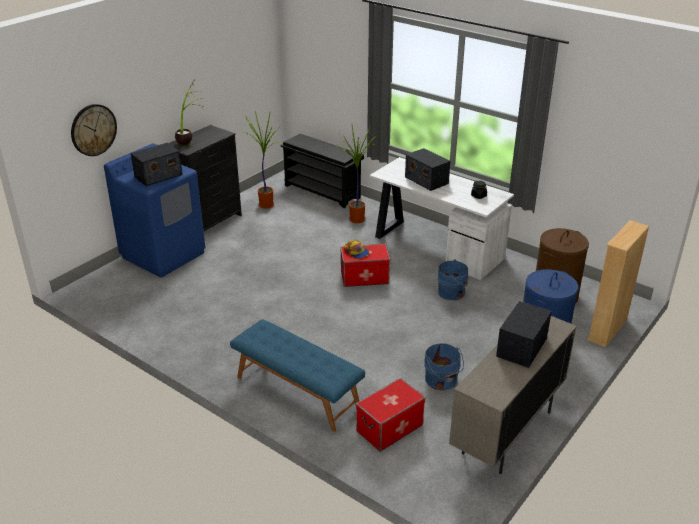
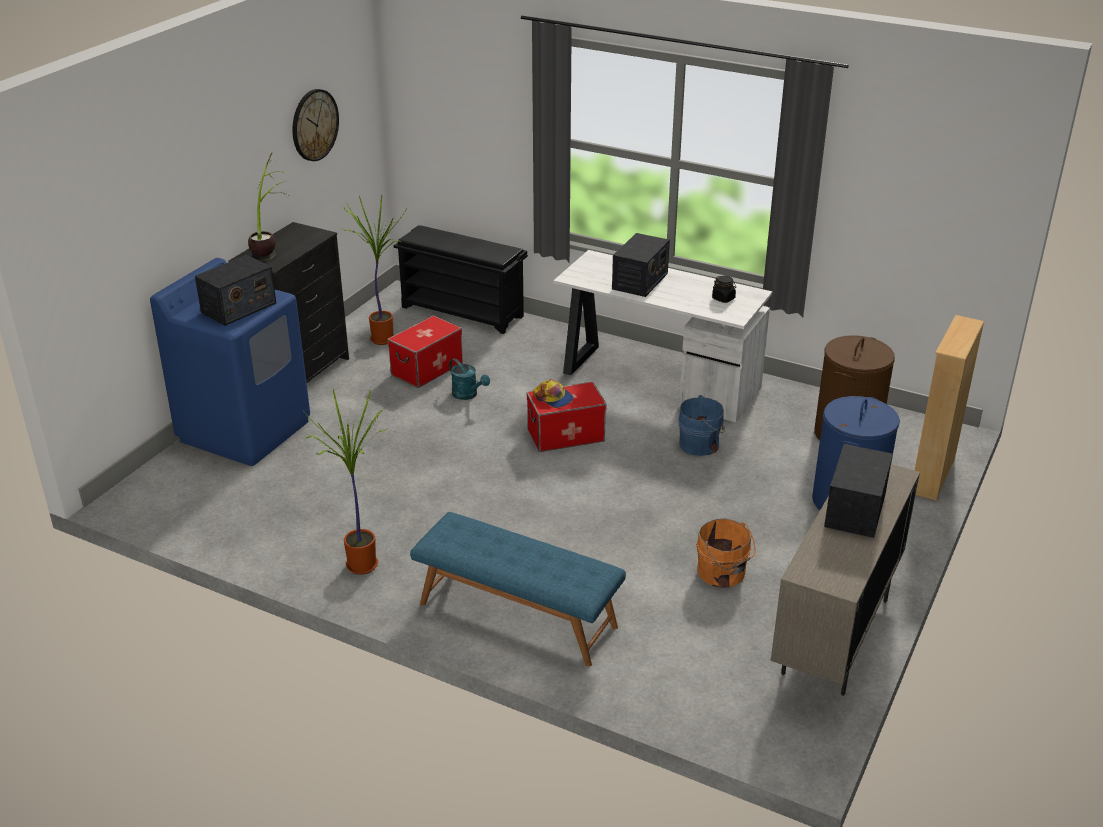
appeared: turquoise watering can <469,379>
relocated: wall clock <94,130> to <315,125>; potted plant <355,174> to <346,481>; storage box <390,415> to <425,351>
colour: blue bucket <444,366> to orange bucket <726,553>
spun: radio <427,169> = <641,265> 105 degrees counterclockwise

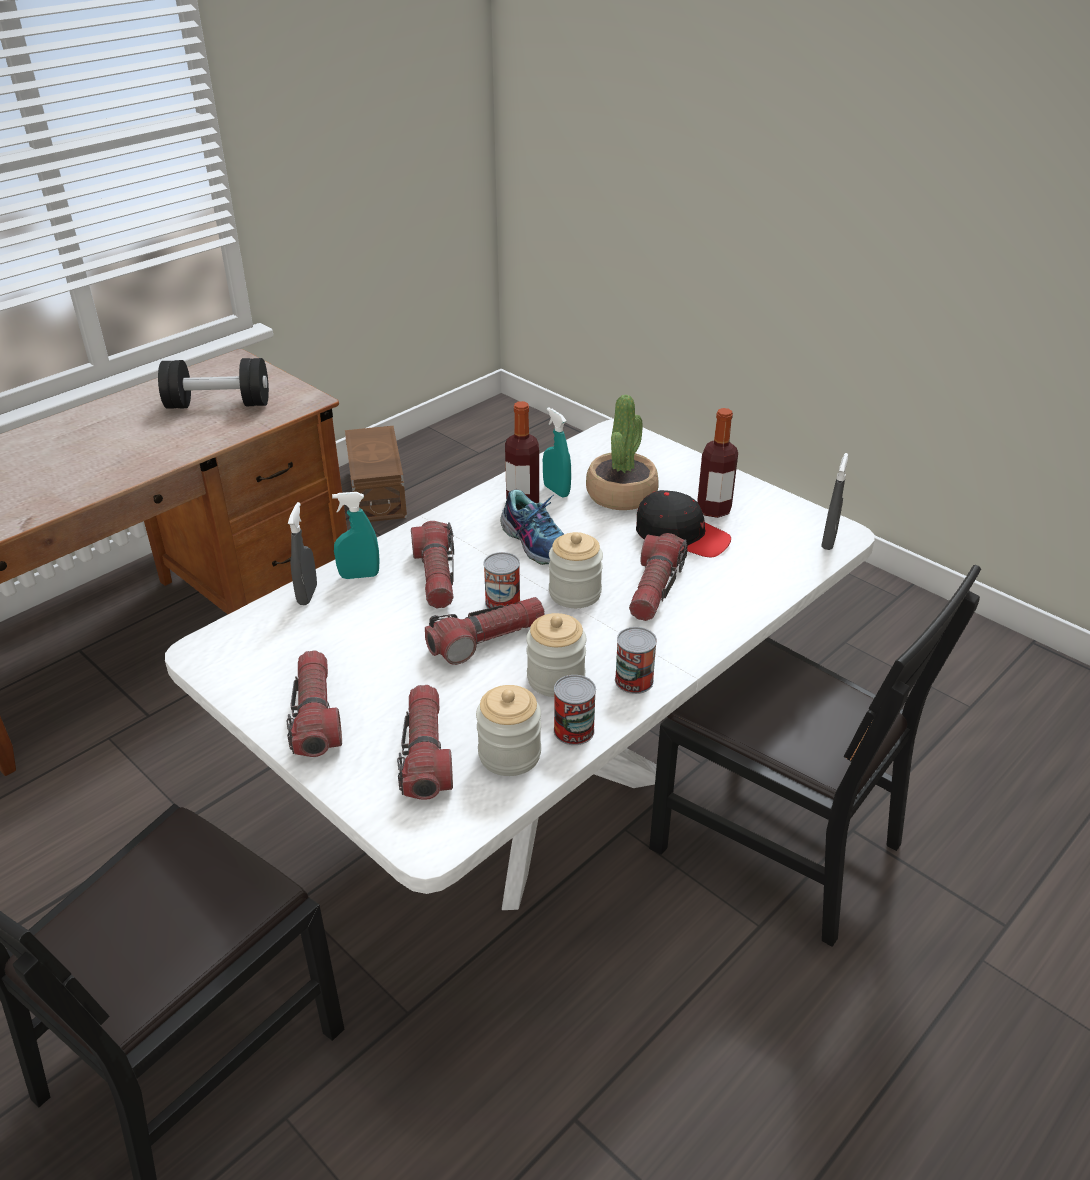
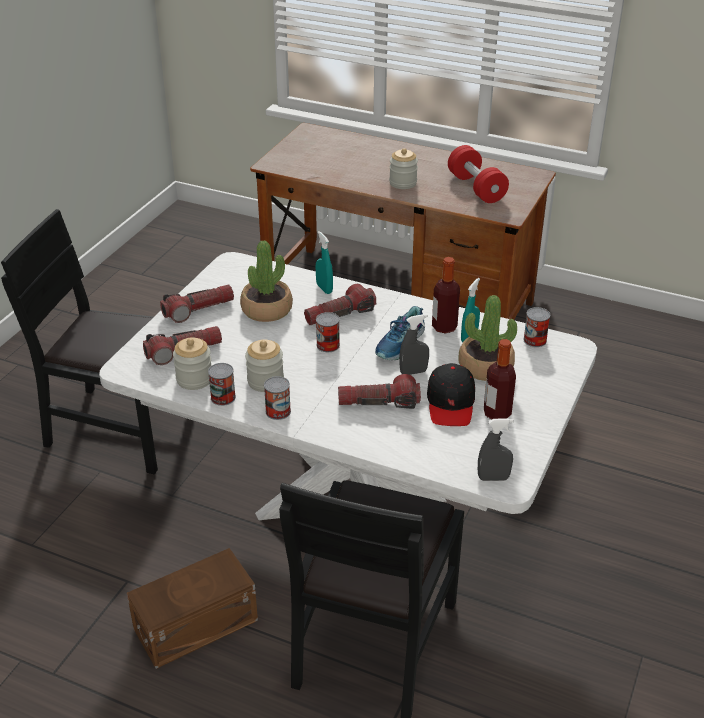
missing: flashlight <485,631>
appeared: potted plant <266,281>; can <536,327>
relocated: grey spray bottle <302,553> to <414,344>; brown storage box <376,474> to <192,608>; jar <576,570> to <403,168>
colour: black dumbbell <213,383> to red dumbbell <478,174>

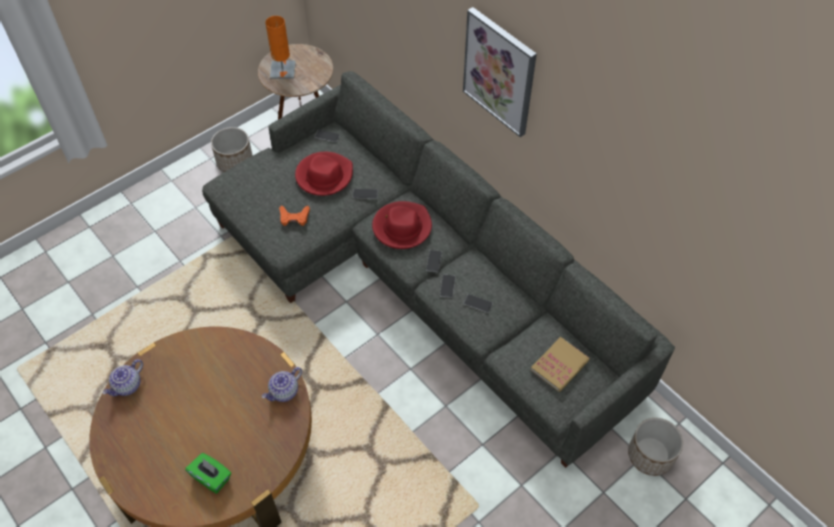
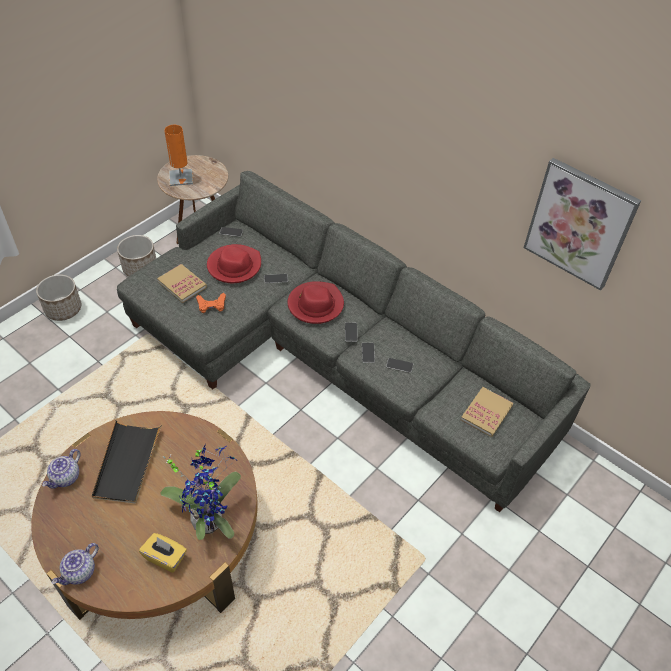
appeared: black tray <126,461>; book <182,283>; potted plant <201,492>
relocated: teapot <282,384> to <75,564>; picture <500,72> to <582,224>; planter <655,447> to <59,297>
colour: green tissue box <208,473> to yellow tissue box <163,553>

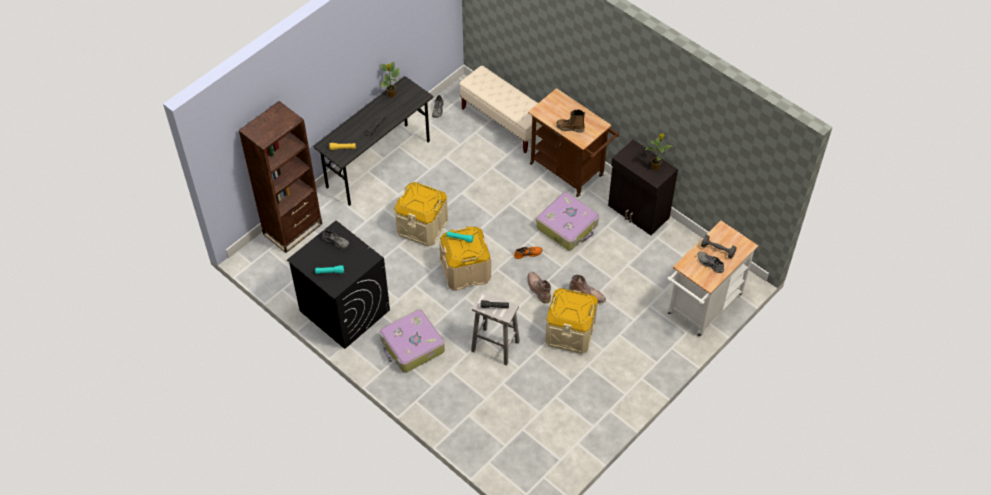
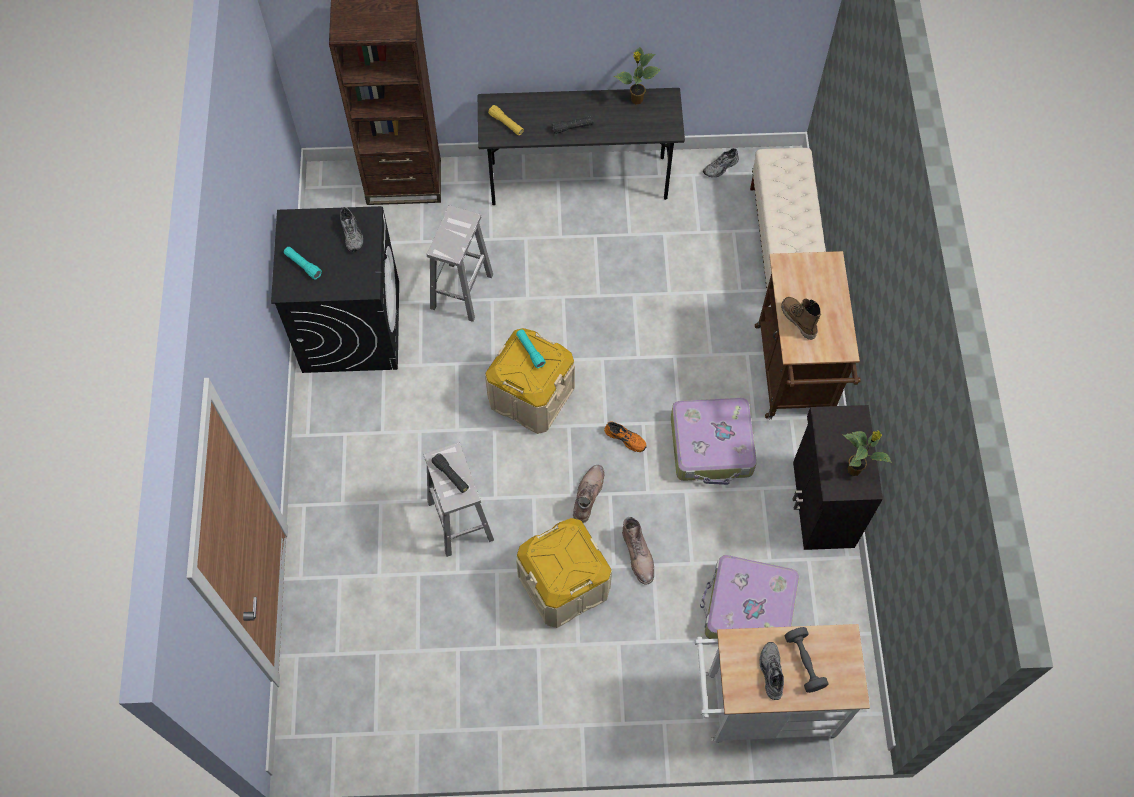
missing: beige storage box <421,214>
appeared: white stool <460,263>
relocated: suitcase <412,341> to <749,597>

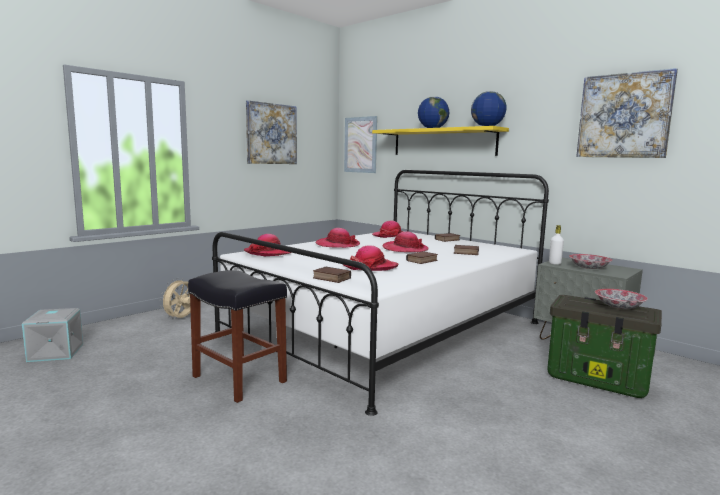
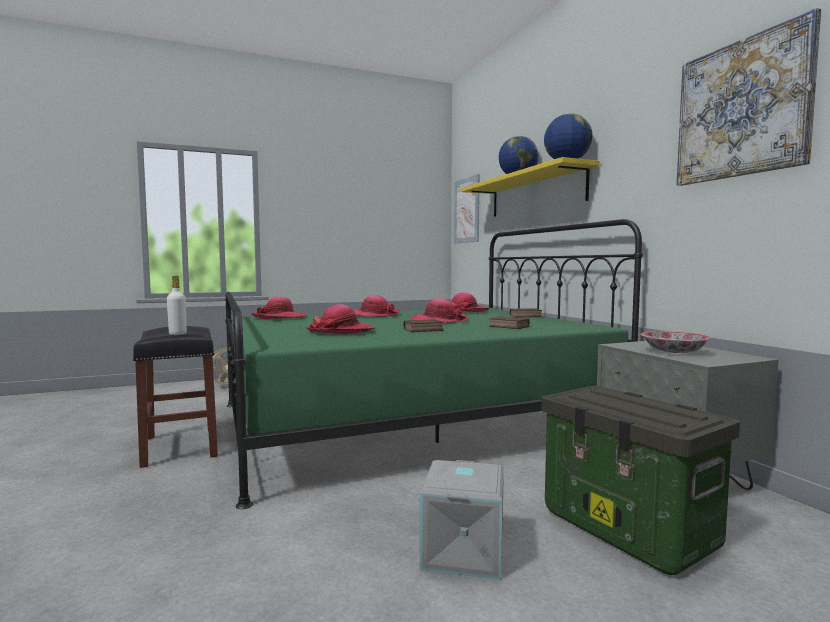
missing: picture <271,132>; book <332,275>; bowl <621,299>
relocated: grey storage box <52,335> to <462,520>; white bottle <556,245> to <177,305>
colour: white bed <380,293> to green bed <434,364>

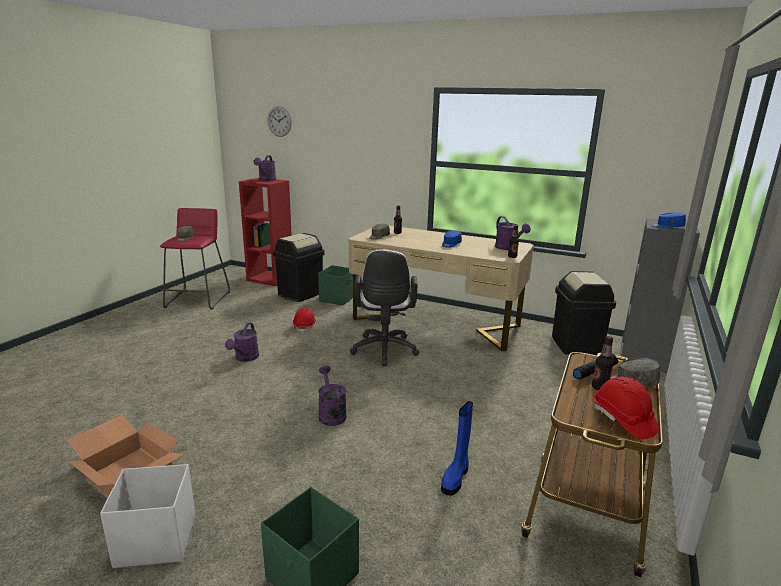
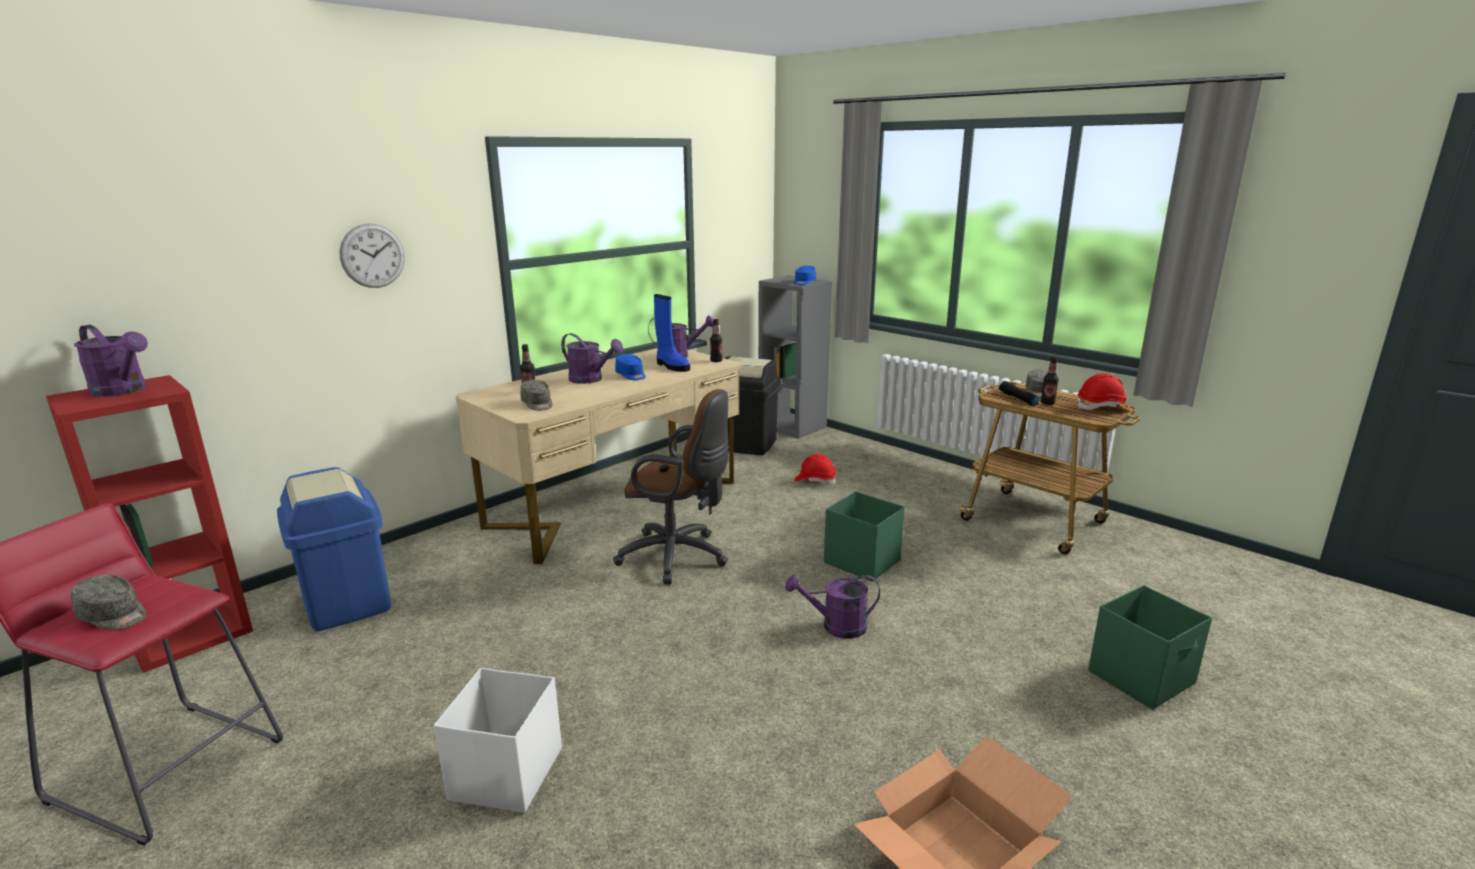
relocated: white storage box <147,516> to <498,740>; purple watering can <242,342> to <592,358>; wall clock <279,121> to <372,255>; red hard hat <304,320> to <815,469>; green storage box <335,285> to <864,536>; blue boot <457,448> to <672,333>
colour: black trash can <299,267> to blue trash can <334,549>; white office chair <384,307> to brown office chair <671,486>

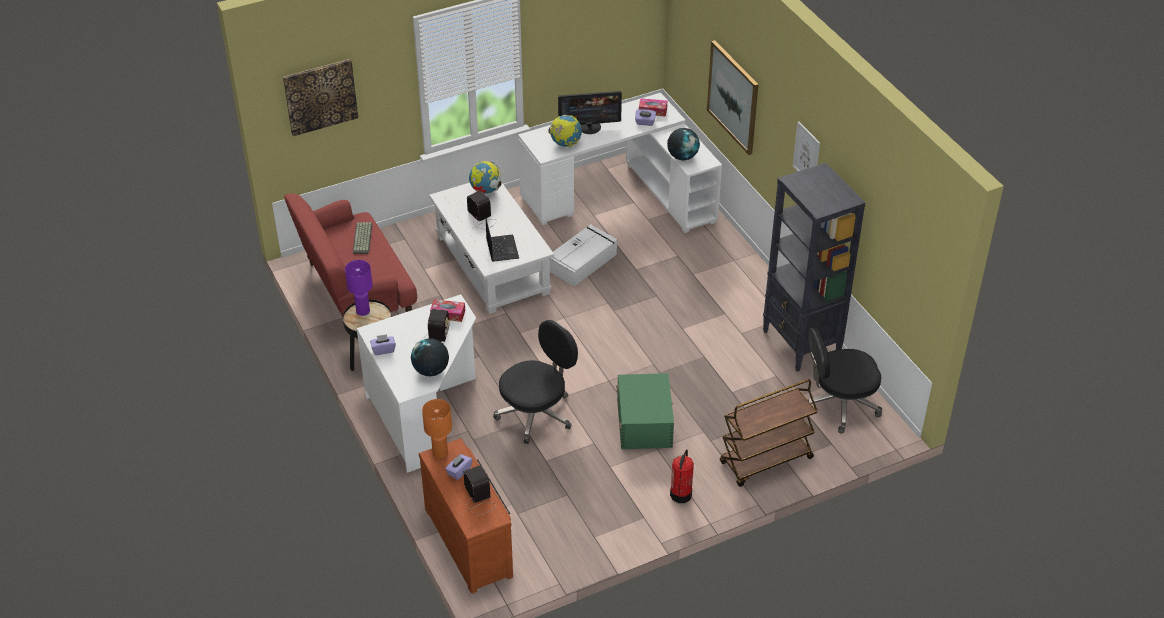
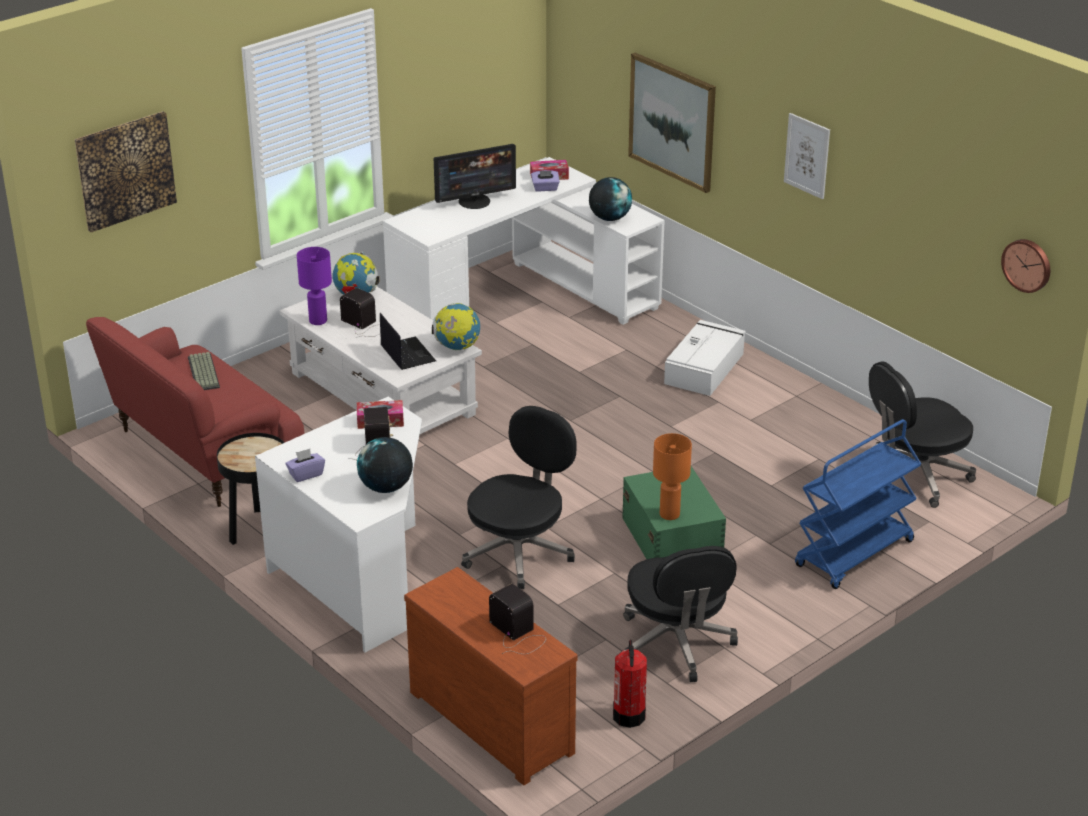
missing: purple tissue box <458,467>; black bookcase <814,267>
appeared: black office chair <680,614>; wall clock <1025,266>
relocated: purple table lamp <359,288> to <314,286>; orange table lamp <437,429> to <672,476>; globe <565,131> to <456,326>; white storage box <584,255> to <705,358>; fire extinguisher <682,476> to <630,684>
colour: brown cart <769,433> to blue cart <858,504>

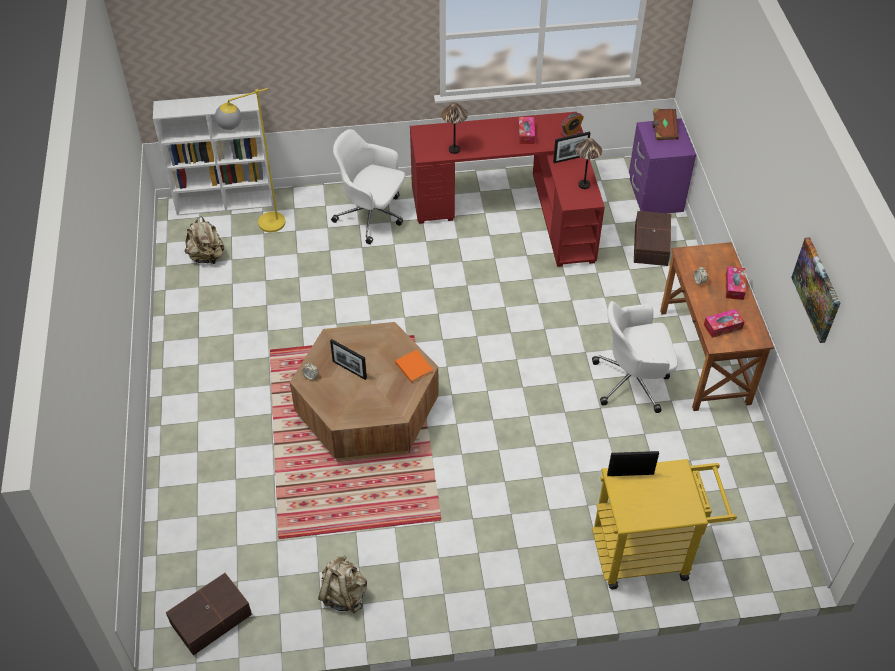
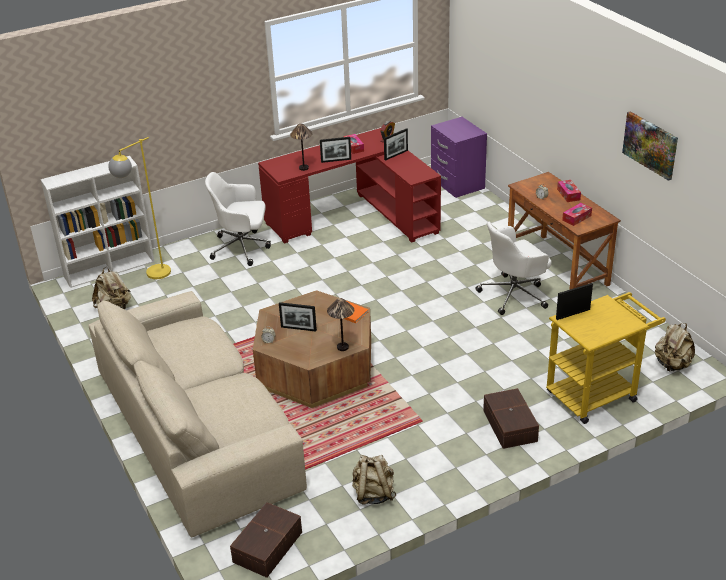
missing: brown book <665,124>
appeared: beige sofa <197,414>; picture frame <335,150>; beige backpack <675,347>
relocated: table lamp <588,163> to <340,324>; brown storage box <652,238> to <511,418>

